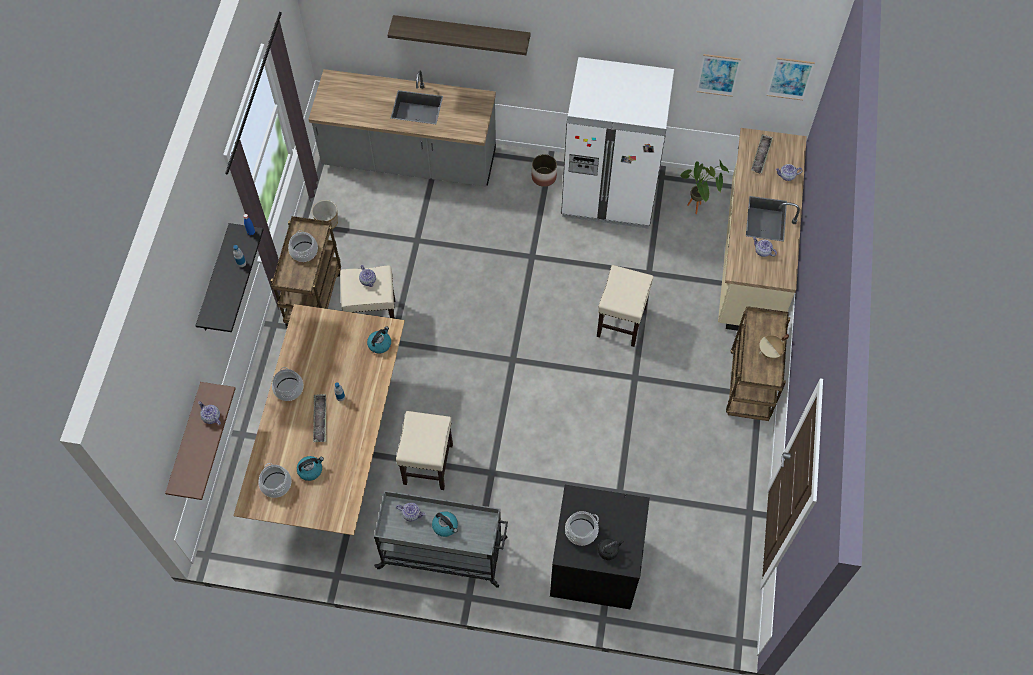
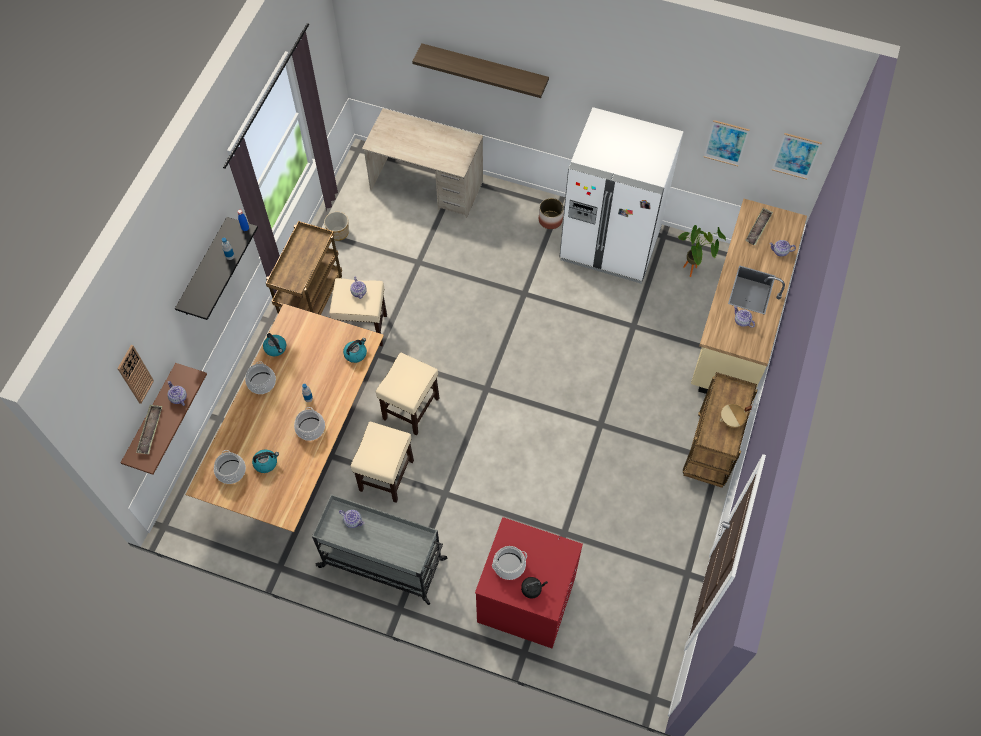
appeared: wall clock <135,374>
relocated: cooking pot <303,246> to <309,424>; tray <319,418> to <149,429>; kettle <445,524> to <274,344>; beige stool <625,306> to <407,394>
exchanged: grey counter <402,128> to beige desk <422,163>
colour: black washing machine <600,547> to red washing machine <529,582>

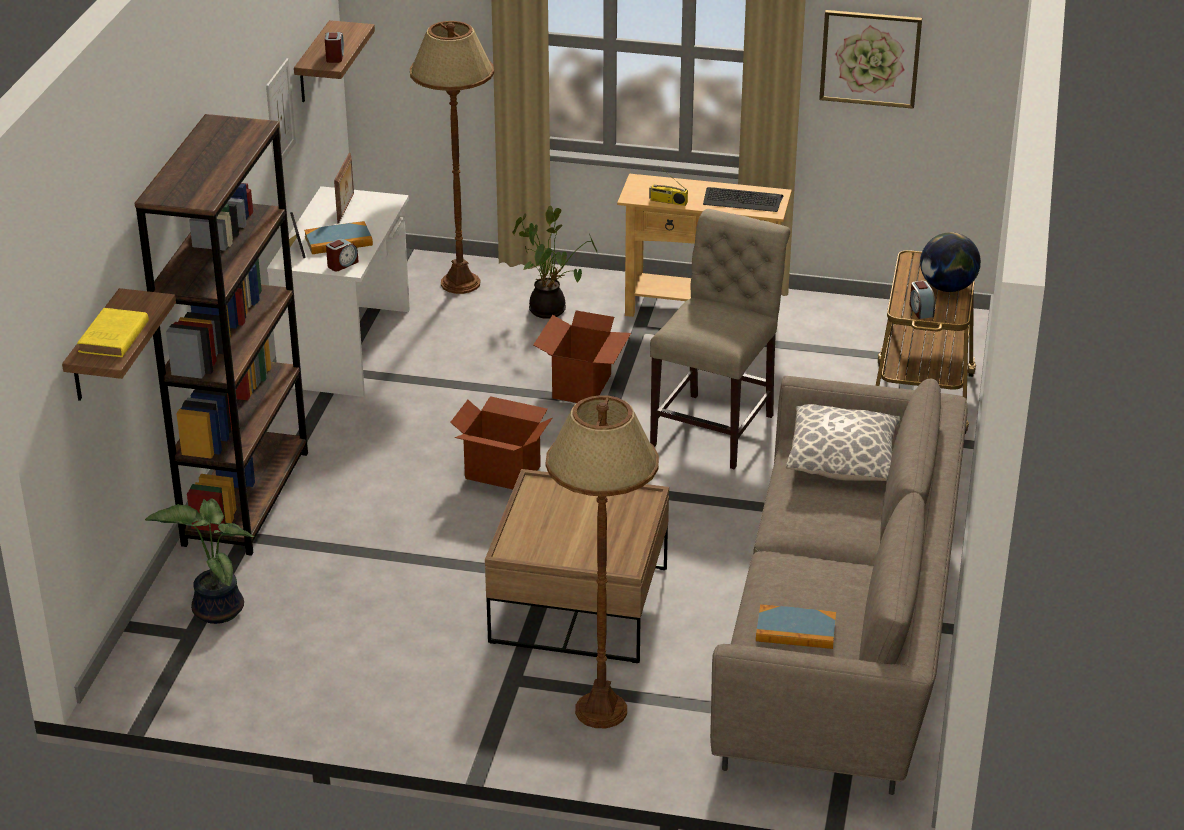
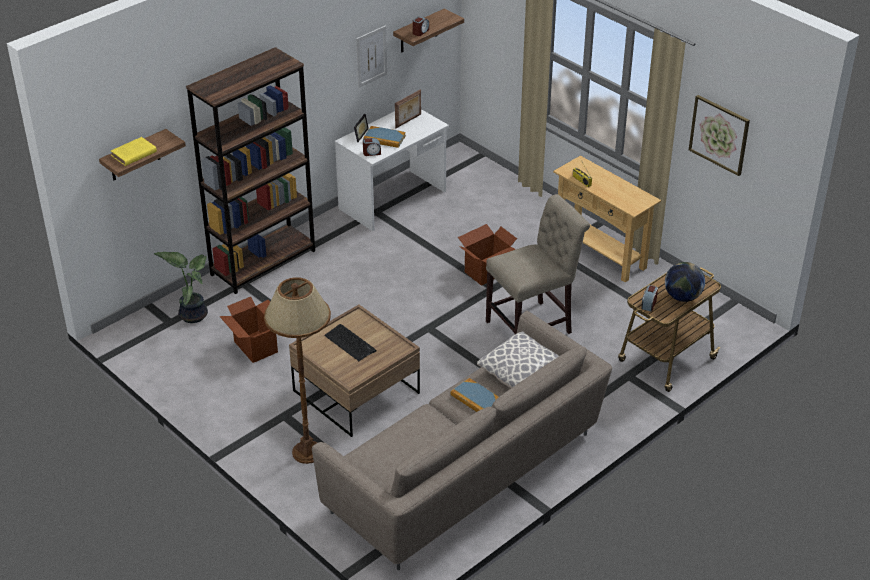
missing: brown floor lamp <452,157>; potted plant <554,262>
relocated: cardboard box <501,442> to <248,330>; keyboard <743,199> to <350,342>; book <796,626> to <475,395>

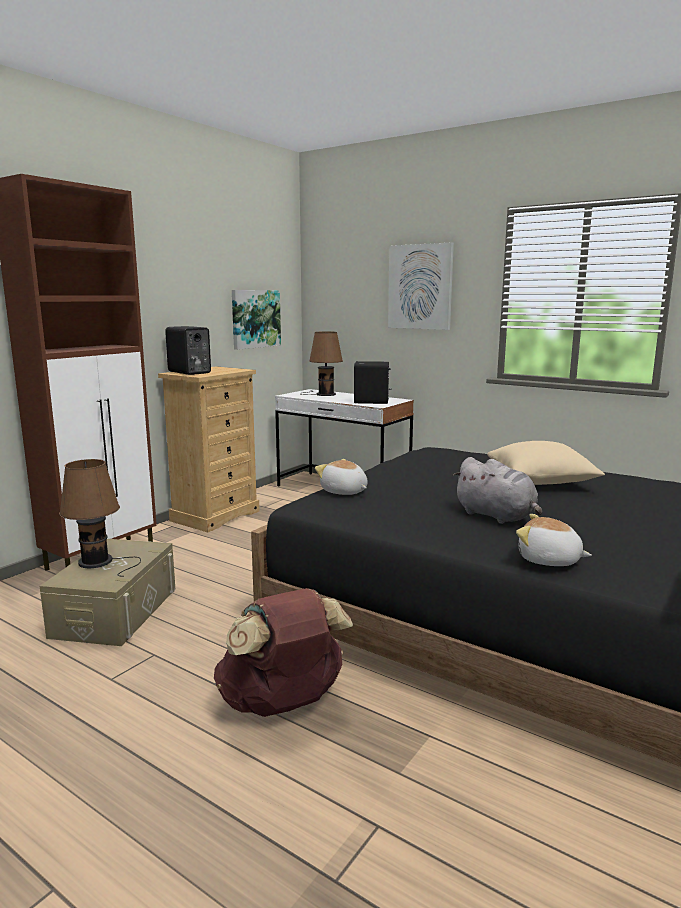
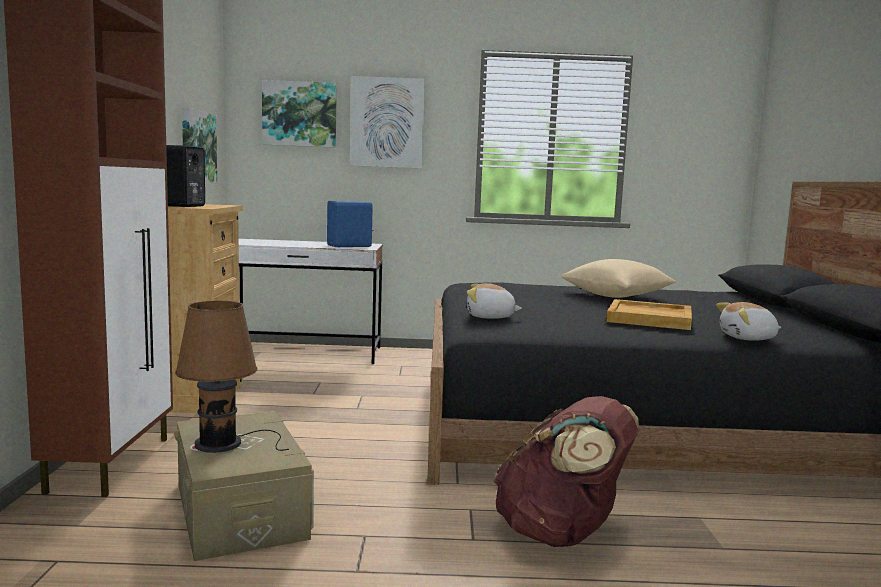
missing: brown table lamp <321,363>
appeared: picture <299,114>
exchanged: grey plush toy <497,490> to beige tray <649,314>
colour: black speaker <372,382> to blue speaker <350,224>

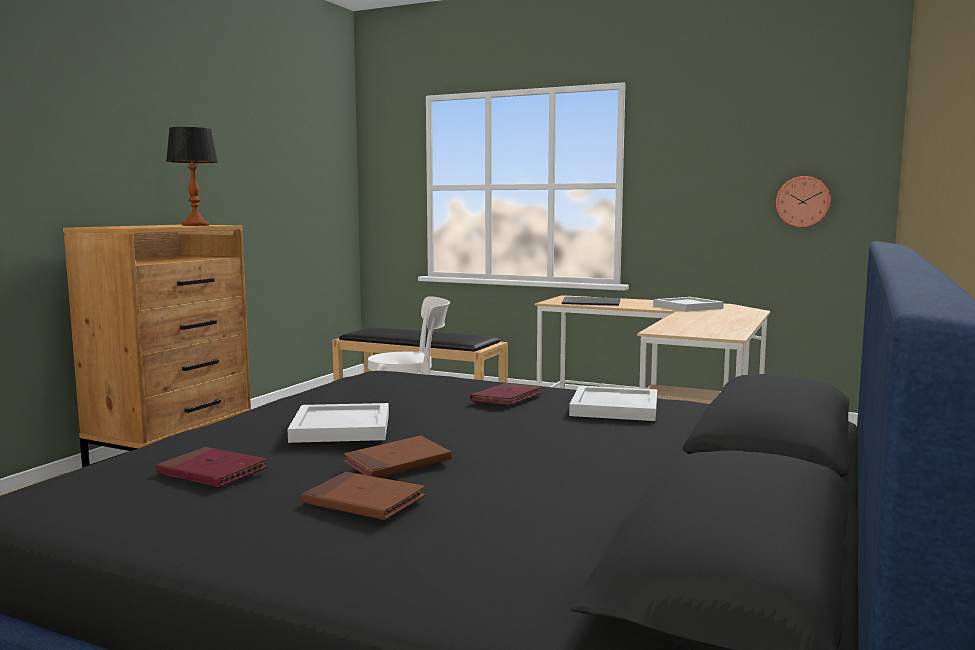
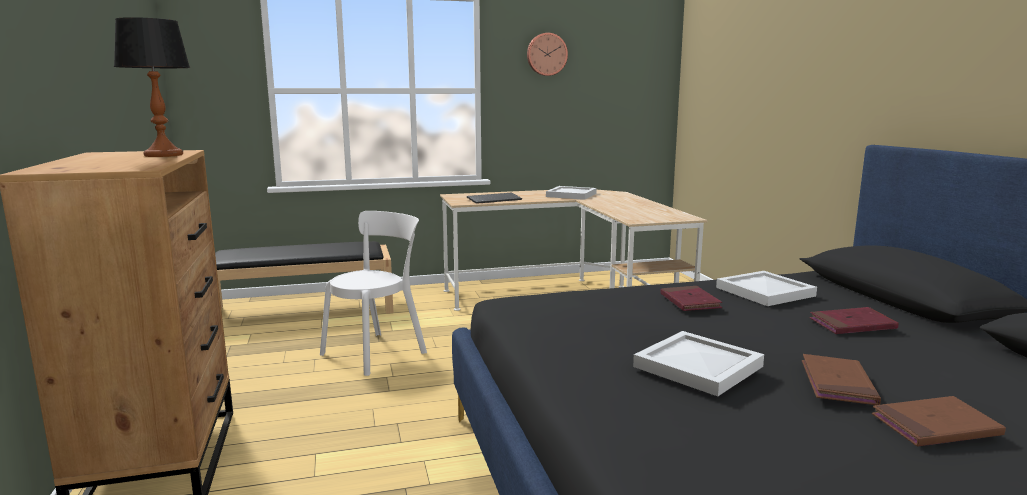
relocated: red book <212,467> to <854,320>; wall clock <803,202> to <547,54>

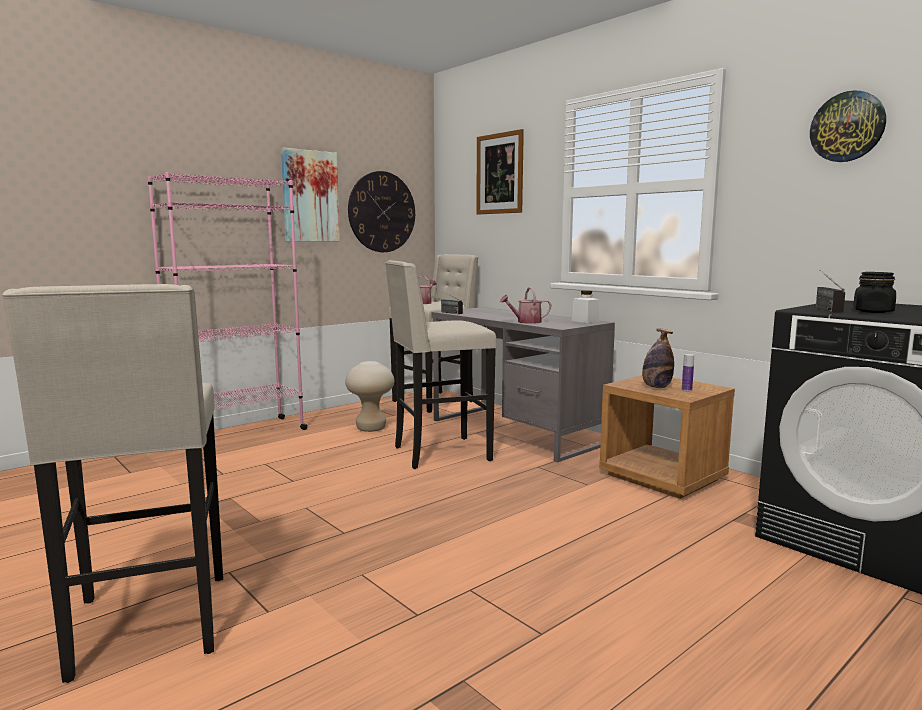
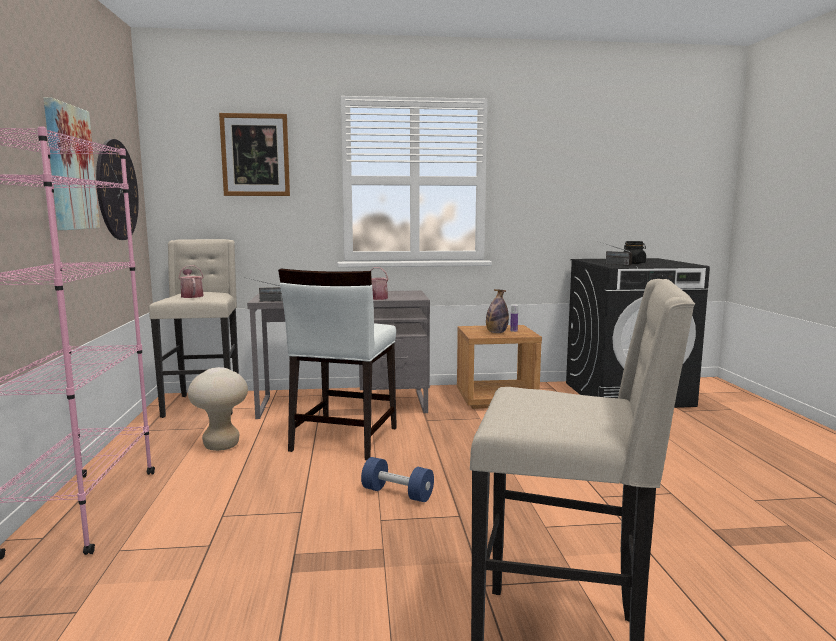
missing: white jar <586,306>; wall clock <848,126>
appeared: blue dumbbell <397,479>
exchanged: beige stool <441,364> to white chair <337,364>

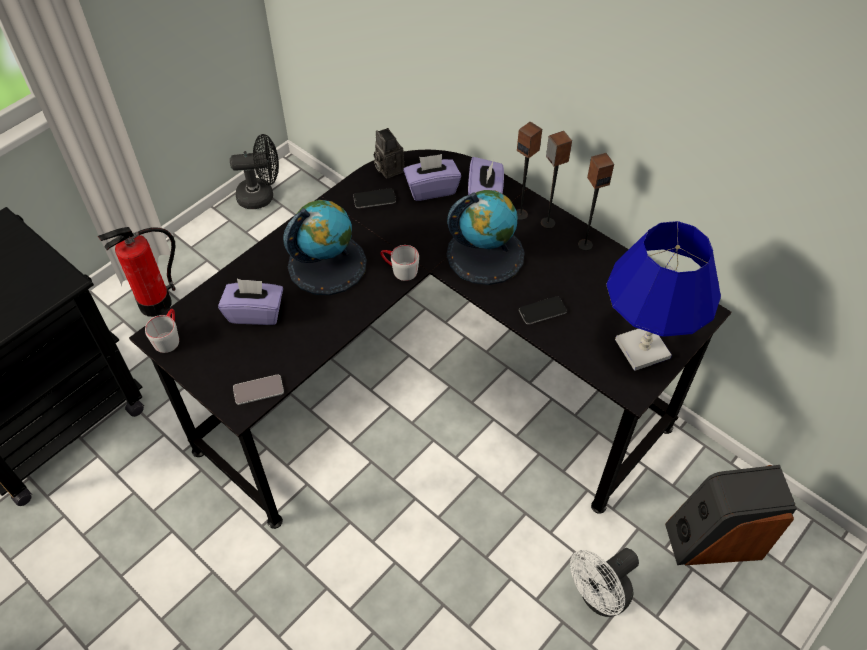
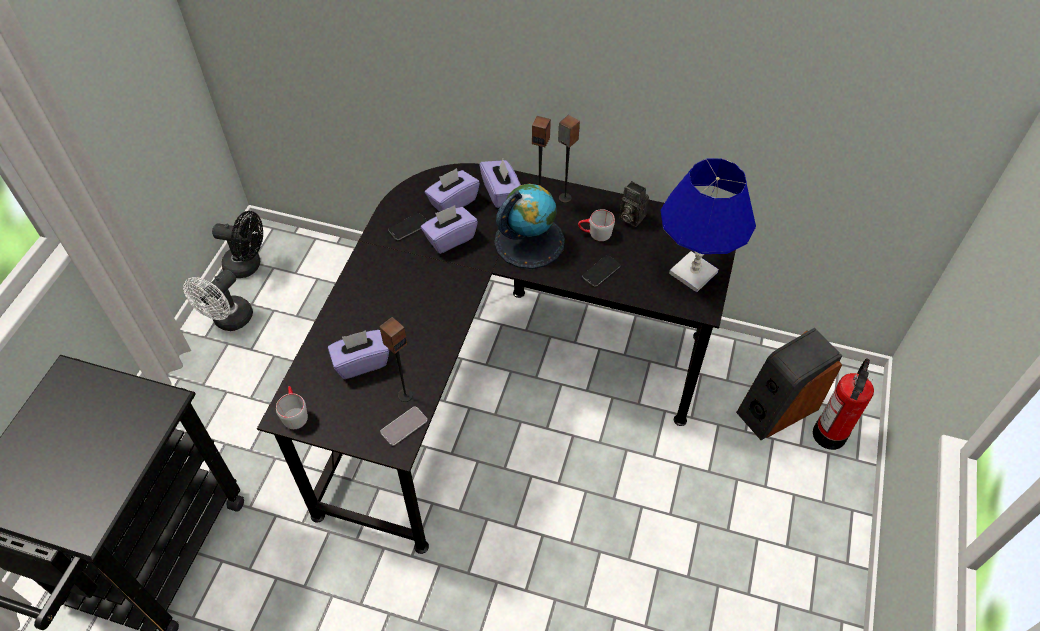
missing: globe <325,247>
appeared: purple tissue box <449,229>
relocated: fire extinguisher <137,272> to <843,404>; photo camera <389,153> to <634,204>; grey mug <400,263> to <596,225>; white fan <604,582> to <218,300>; speaker <596,202> to <396,359>
spun: black fan <254,171> = <237,244> 45 degrees clockwise

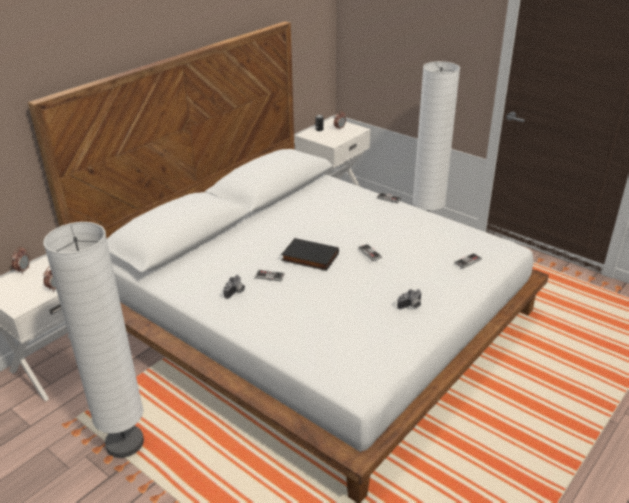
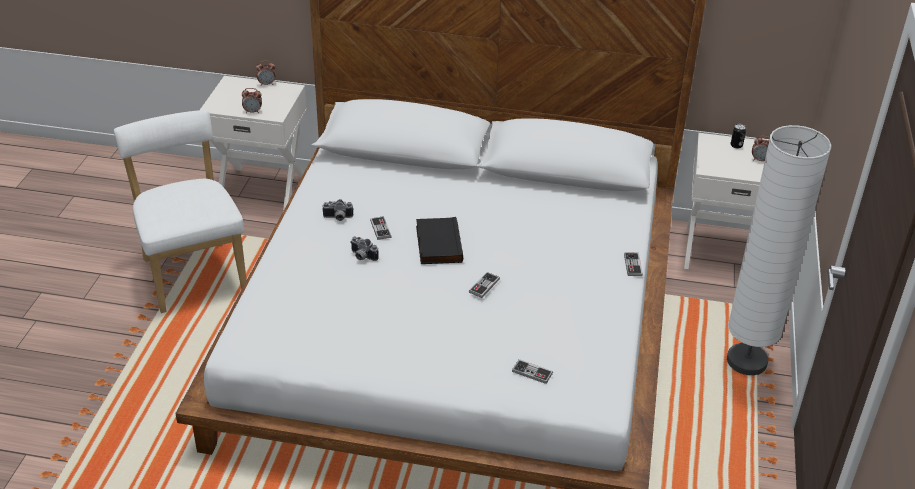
relocated: photo camera <409,299> to <364,248>
exchanged: white floor lamp <93,340> to white chair <180,211>

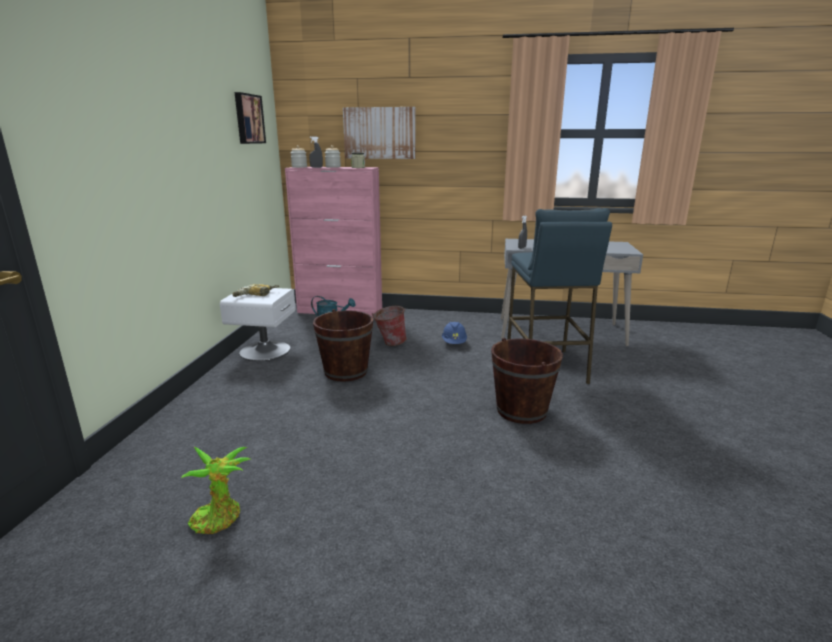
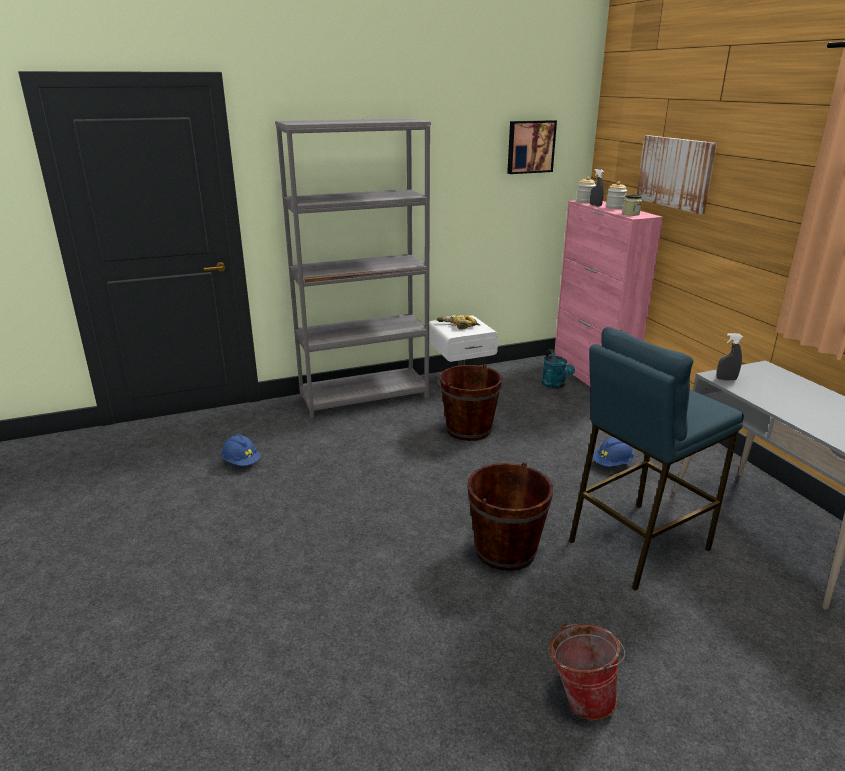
appeared: grey bookcase <353,268>
relocated: bucket <389,326> to <587,672>
exchanged: potted plant <215,490> to blue hard hat <241,450>

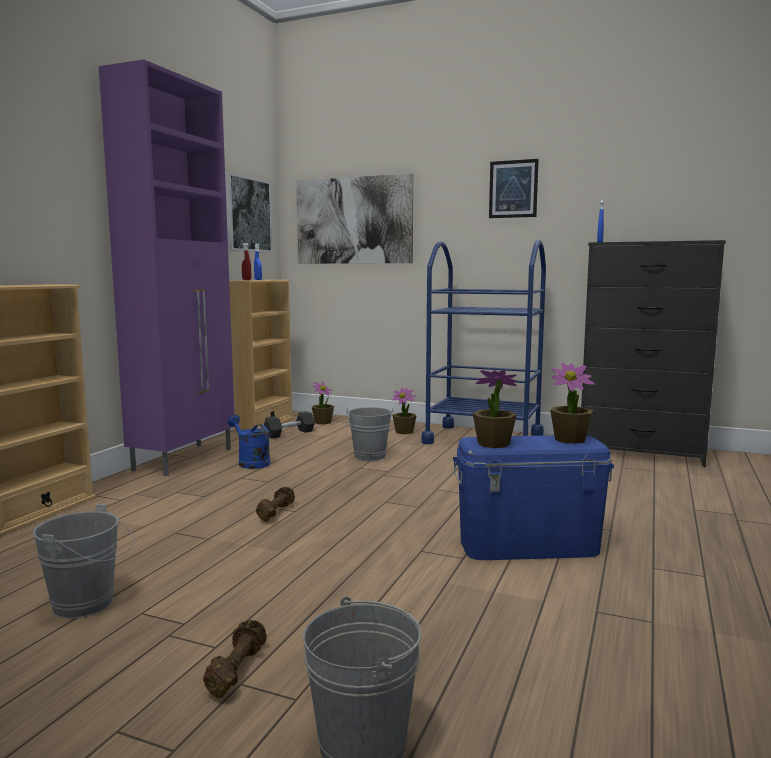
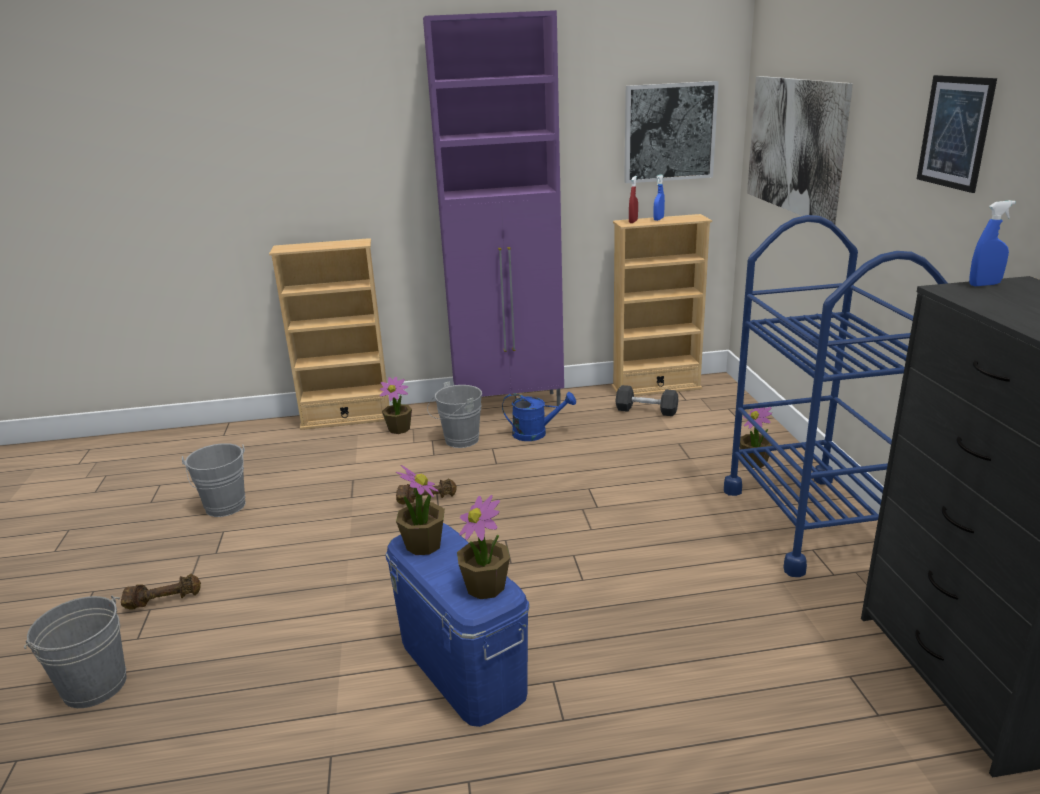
relocated: potted plant <323,403> to <396,405>; grey bucket <369,434> to <454,414>
spun: blue watering can <249,442> = <539,416> 75 degrees clockwise

